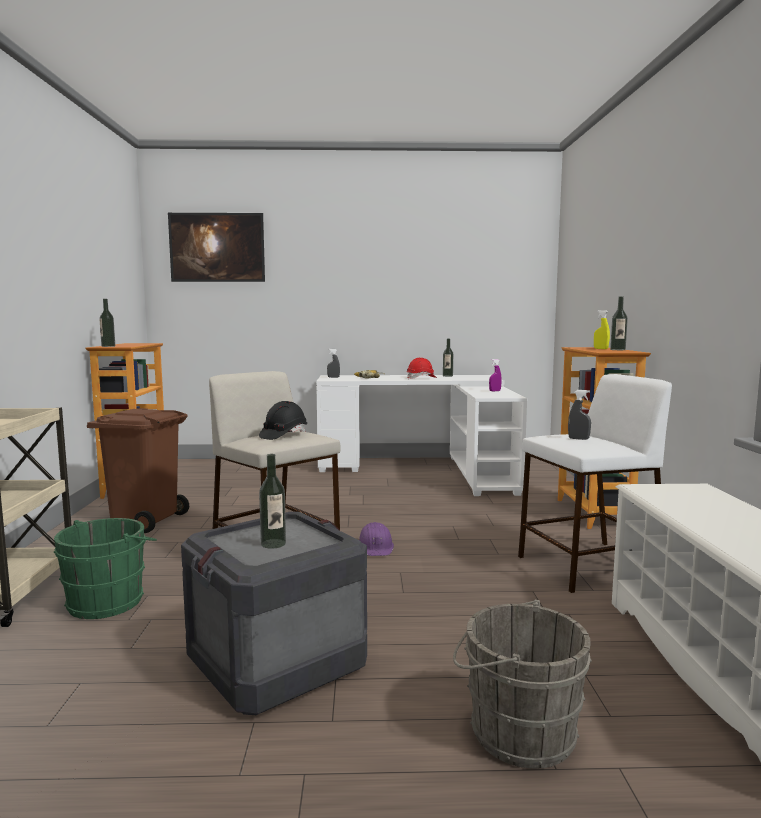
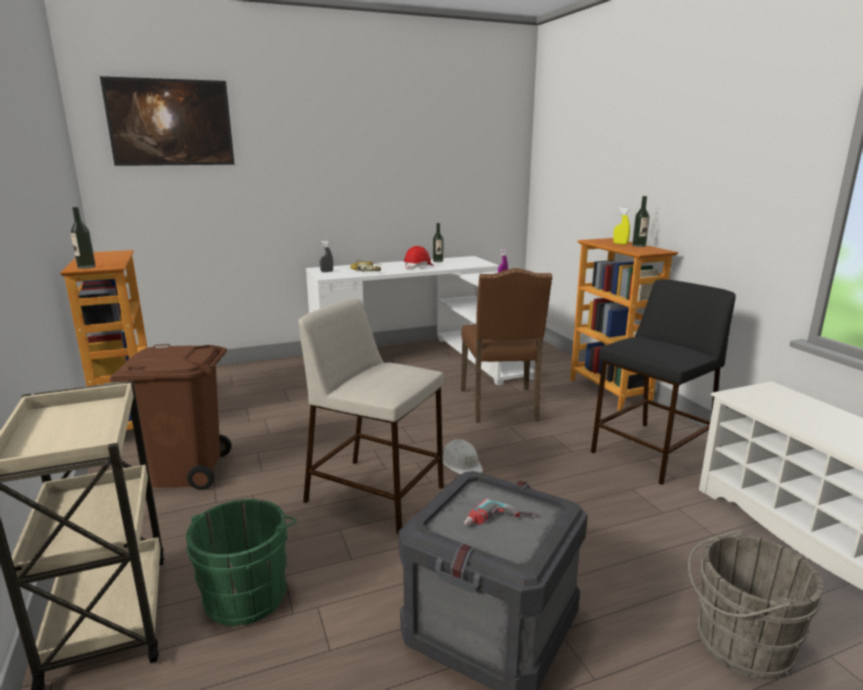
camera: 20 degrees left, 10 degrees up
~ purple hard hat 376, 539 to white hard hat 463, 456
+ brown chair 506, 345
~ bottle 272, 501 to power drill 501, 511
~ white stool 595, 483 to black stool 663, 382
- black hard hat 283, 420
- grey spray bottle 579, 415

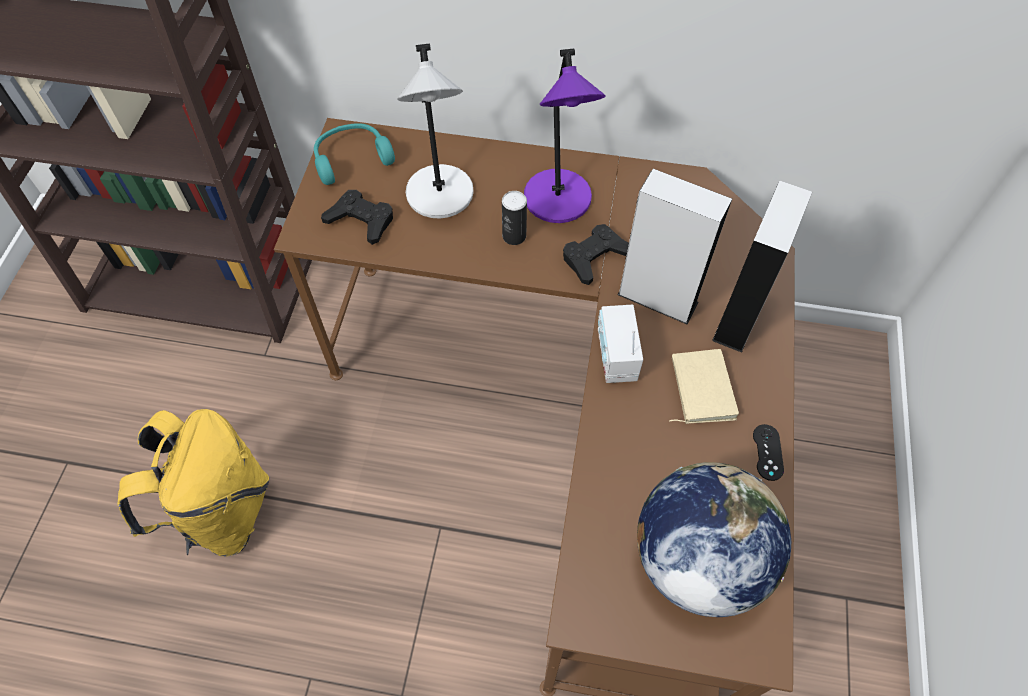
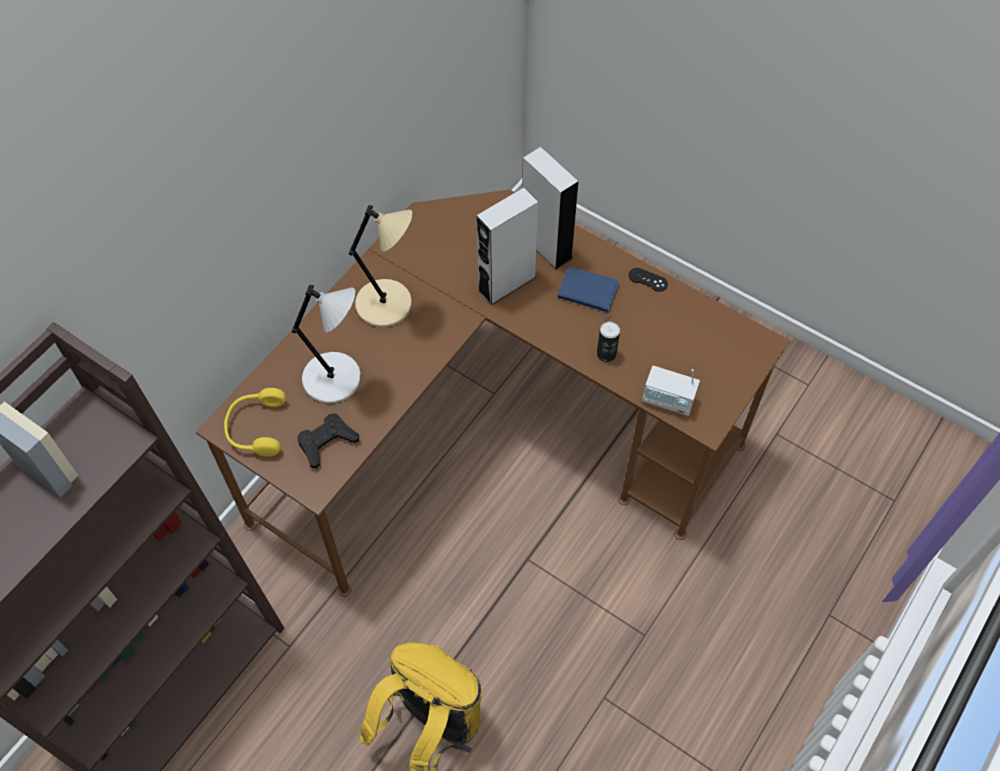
camera: 65 degrees left, 0 degrees up
~ turquoise headphones 354, 154 to yellow headphones 255, 422
~ purple table lamp 565, 136 to beige table lamp 380, 266
~ beige book 704, 386 to blue book 588, 293
~ can 514, 218 to 608, 341
~ radio 620, 344 to 671, 391
- black game controller 596, 254
- globe 714, 539

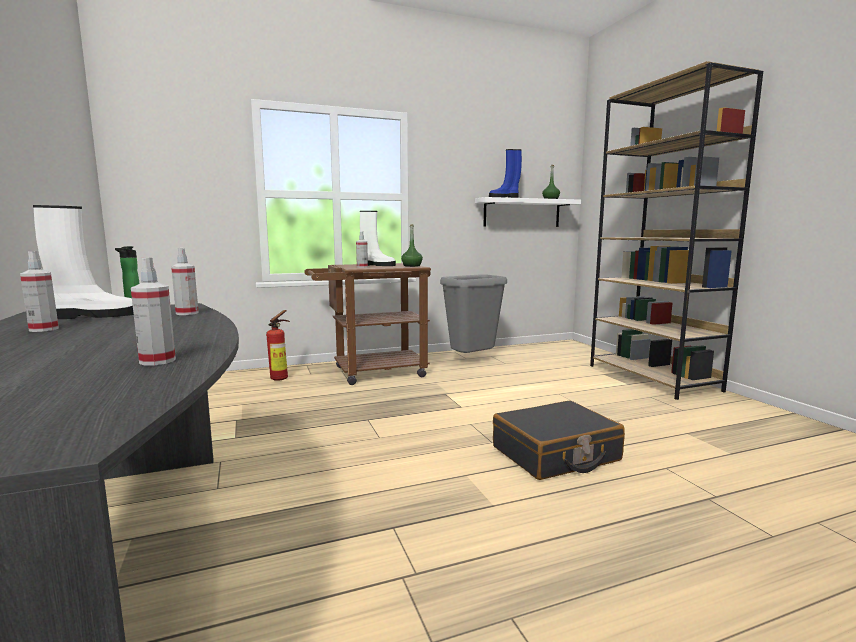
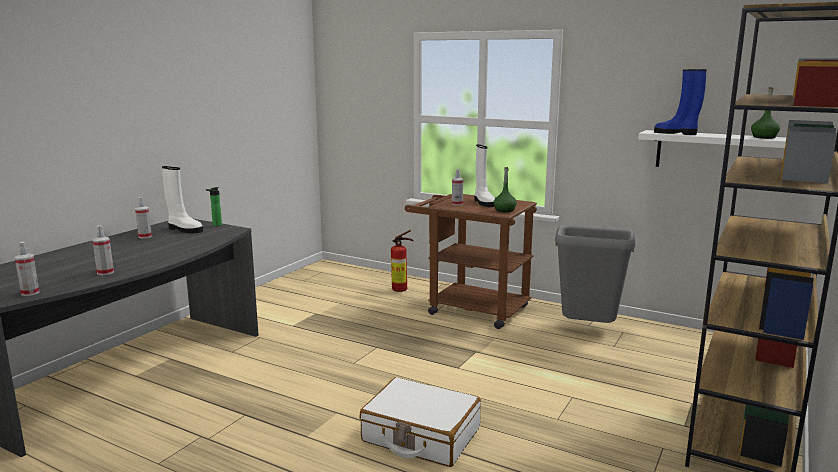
camera: 50 degrees right, 5 degrees up
~ spray bottle 185, 281 to 27, 268
~ black suitcase 559, 440 to white suitcase 420, 422

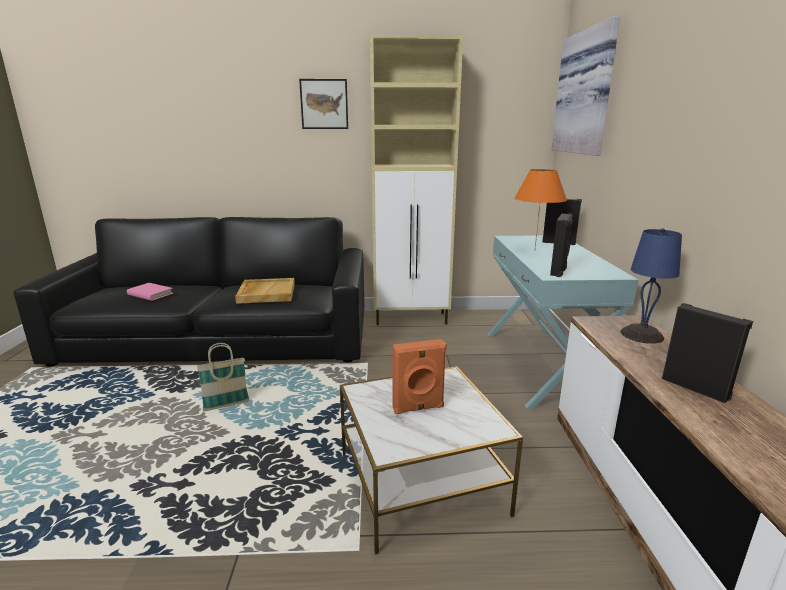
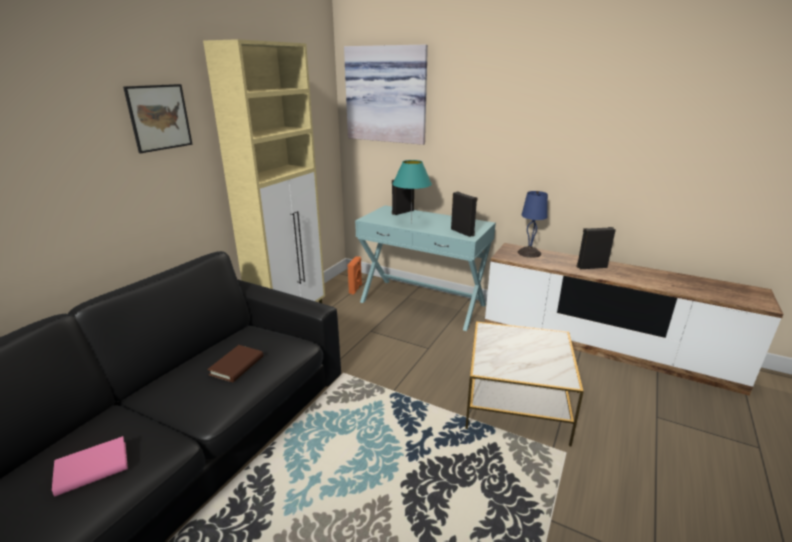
camera: 60 degrees left, 5 degrees up
~ beige tray 265, 291 to brown book 235, 363
~ orange speaker 420, 376 to 355, 275
~ orange table lamp 540, 208 to turquoise table lamp 412, 191
- basket 223, 377

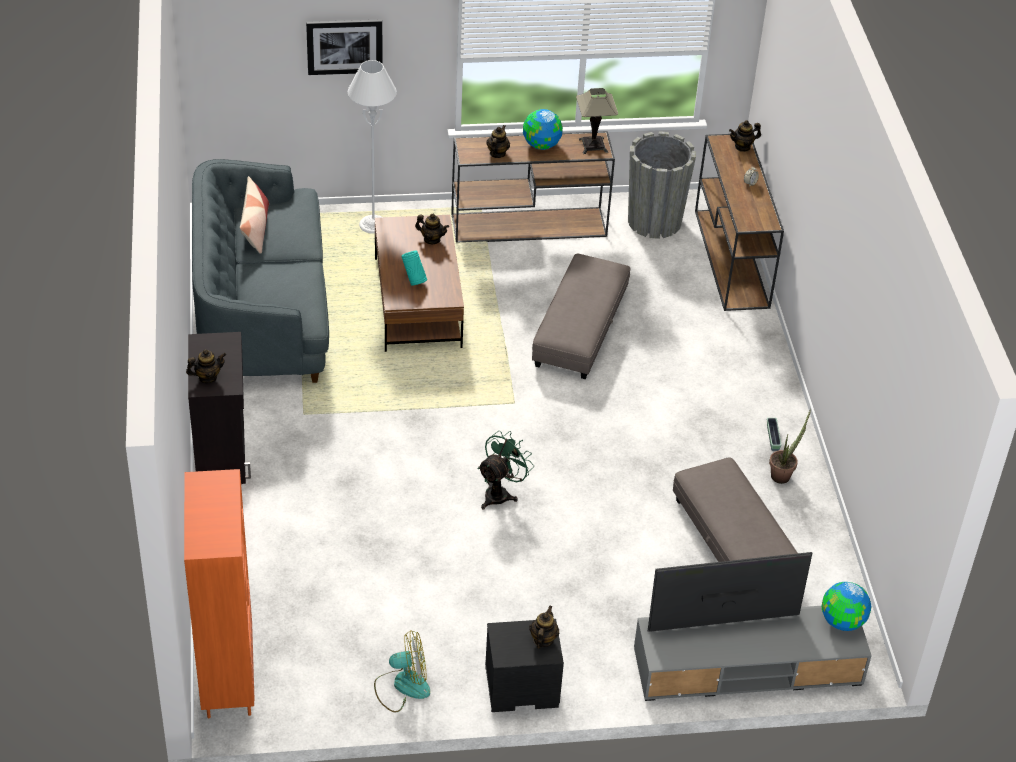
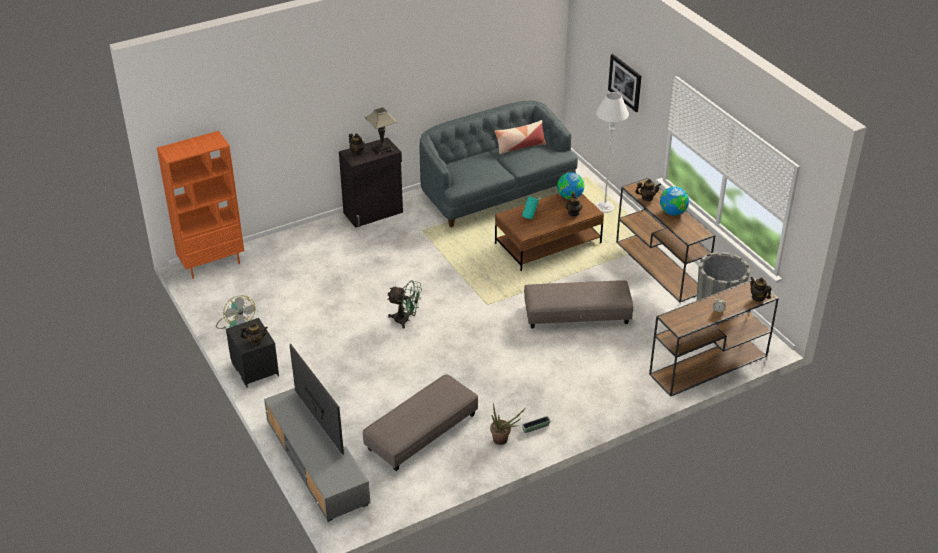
camera: 70 degrees right, 5 degrees down
~ table lamp 597, 121 to 381, 131
~ globe 846, 606 to 570, 186

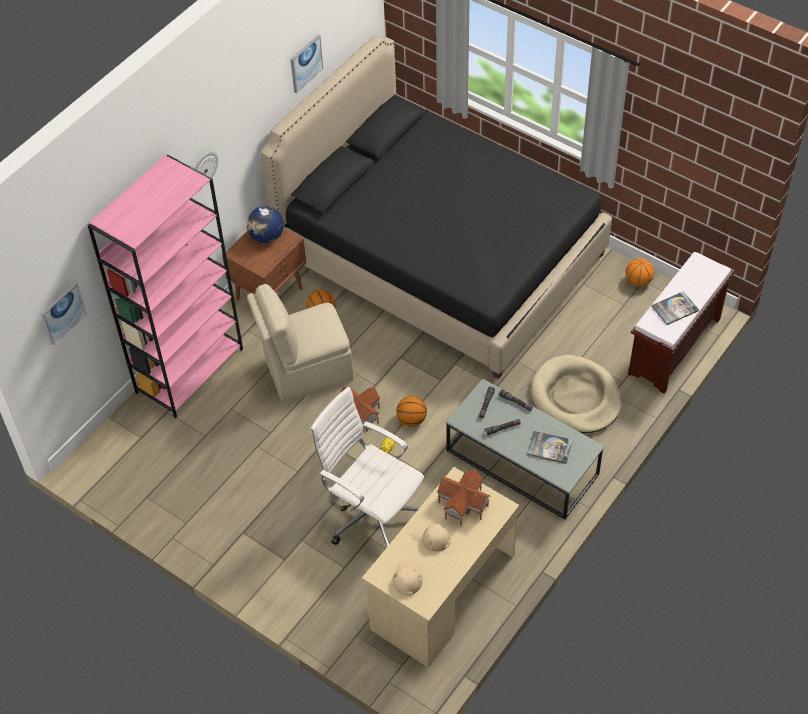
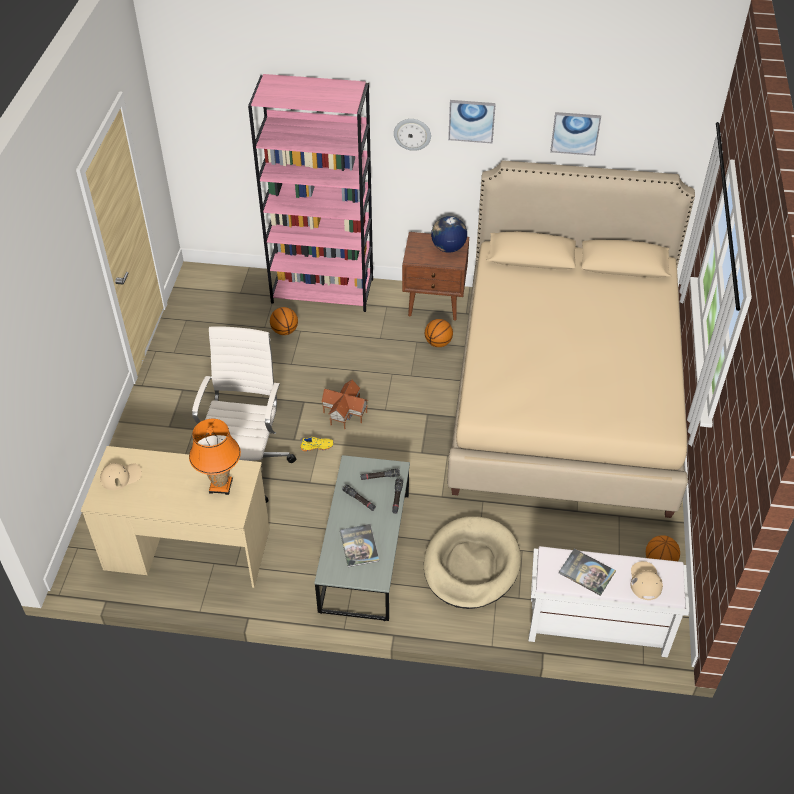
camera: 60 degrees right, 5 degrees down
~ toy house 463, 497 to orange table lamp 215, 457
~ basketball 411, 411 to 284, 321
~ black bed 436, 207 to beige bed 571, 339
~ picture 64, 314 to 472, 121
~ brown bench 681, 323 to white bench 609, 602
~ beige cap 431, 537 to 647, 580
- beige chair 300, 343

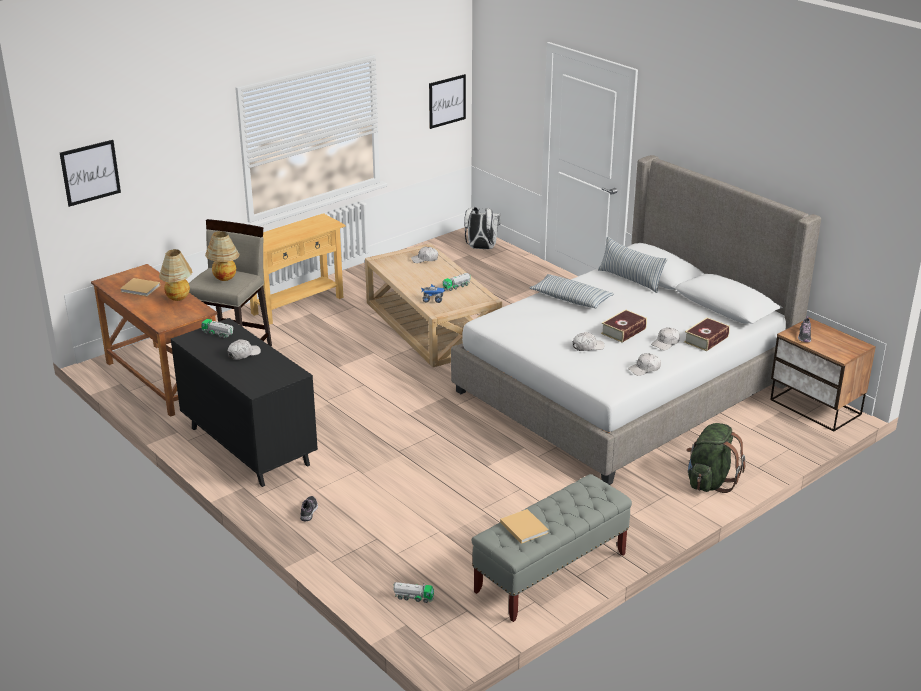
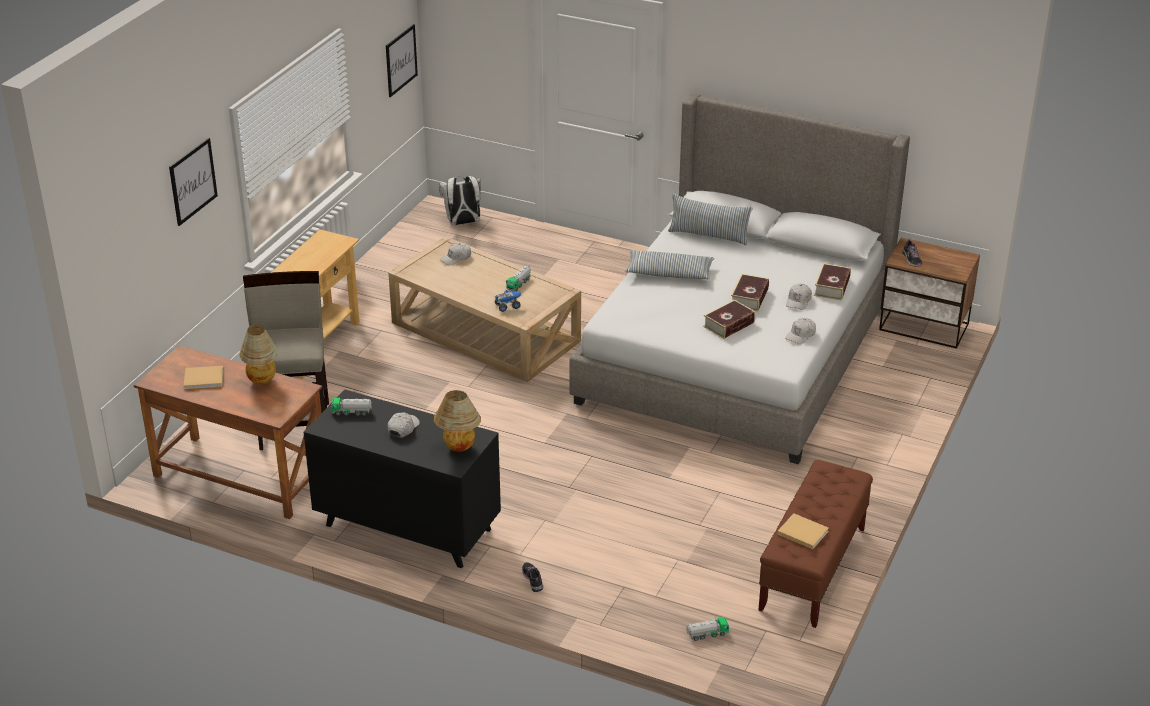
camera: 25 degrees left, 5 degrees up
~ picture 90, 173 to 193, 182
~ table lamp 222, 256 to 457, 421
~ white cap 588, 341 to book 729, 319
~ grey bench 552, 548 to brown bench 815, 544
- green backpack 715, 458

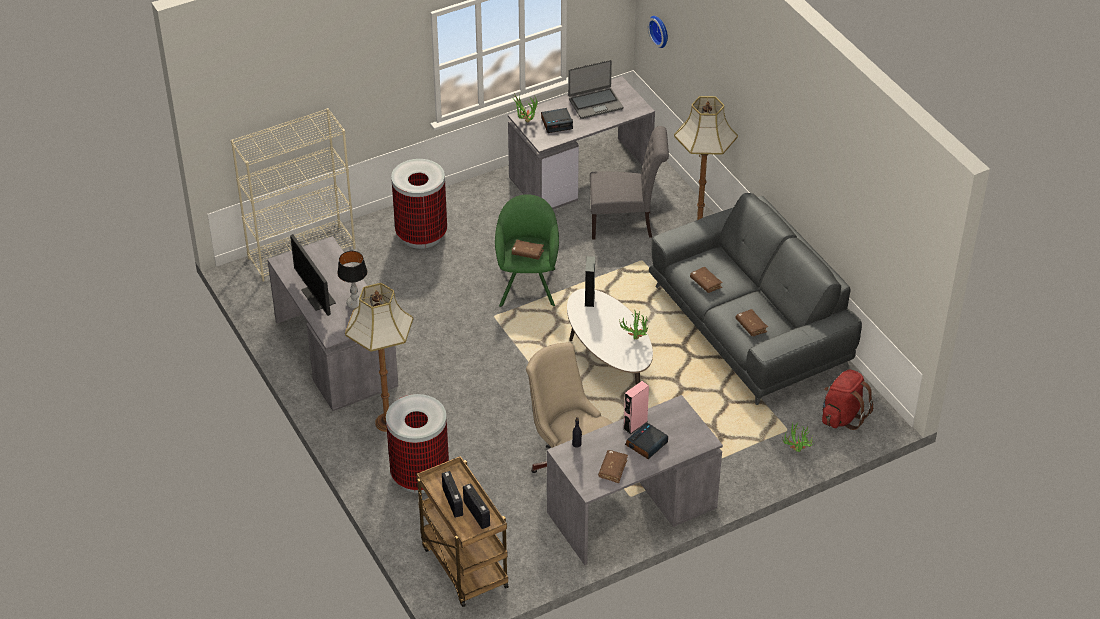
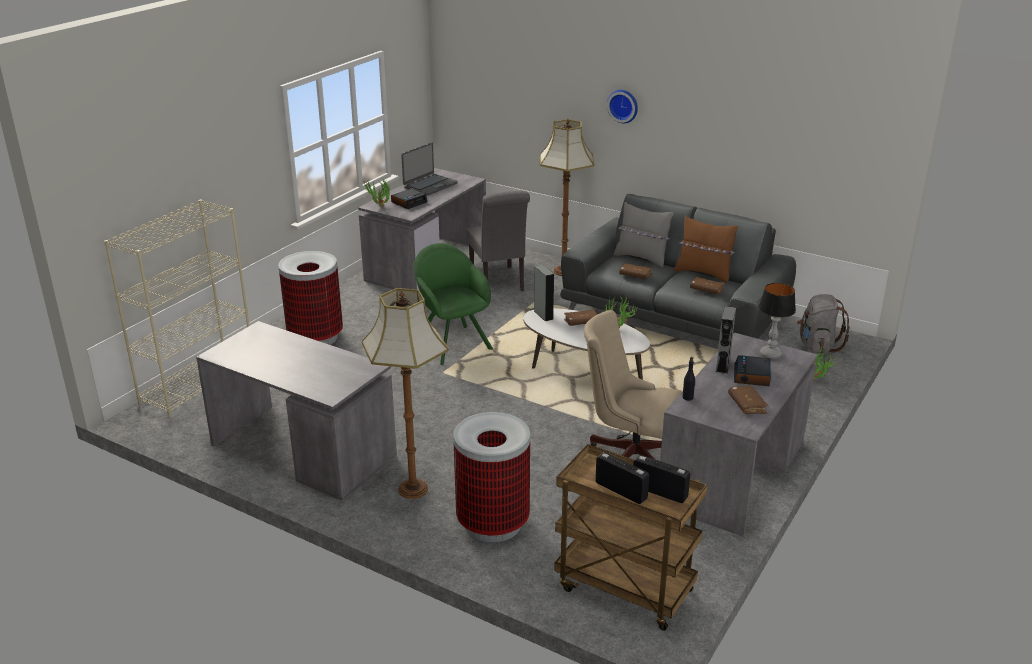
camera: 30 degrees left, 15 degrees down
~ grey chair 629, 183 = 498, 241 105 degrees clockwise
~ brown book 528, 250 to 580, 317
~ wall clock 658, 32 to 622, 106
+ grey pillow 643, 235
+ brown pillow 706, 249
~ pink speaker 636, 407 to grey speaker 726, 340
~ table lamp 352, 280 to 777, 321
~ red backpack 848, 399 to grey backpack 823, 324
- monitor 313, 275

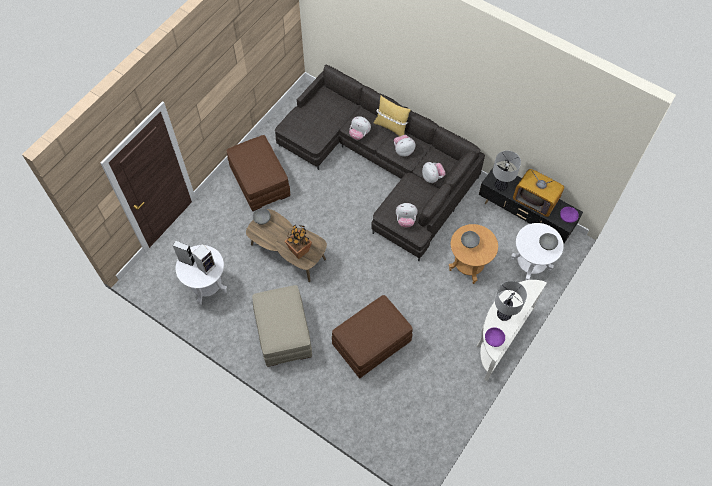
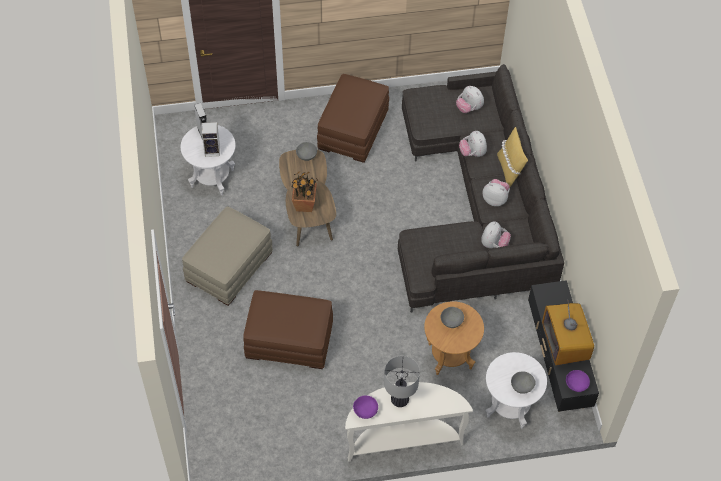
camera: 45 degrees right, 5 degrees down
~ plush toy 407, 215 to 470, 99
- table lamp 507, 171

